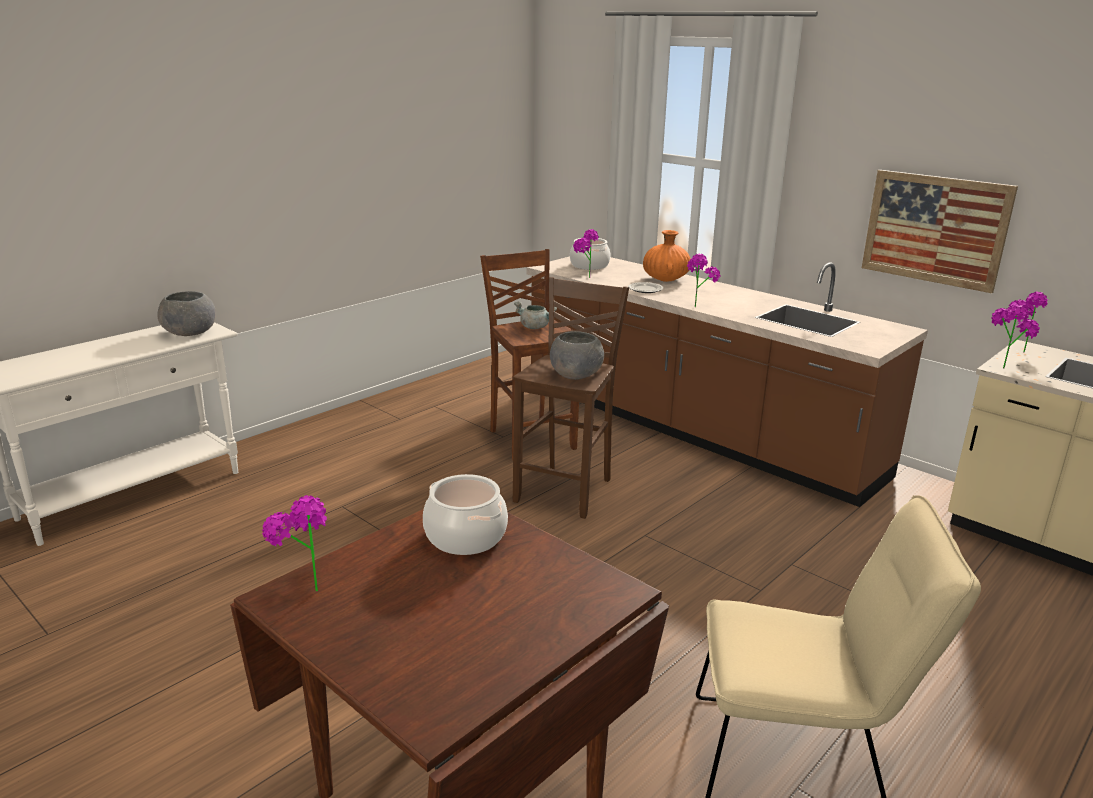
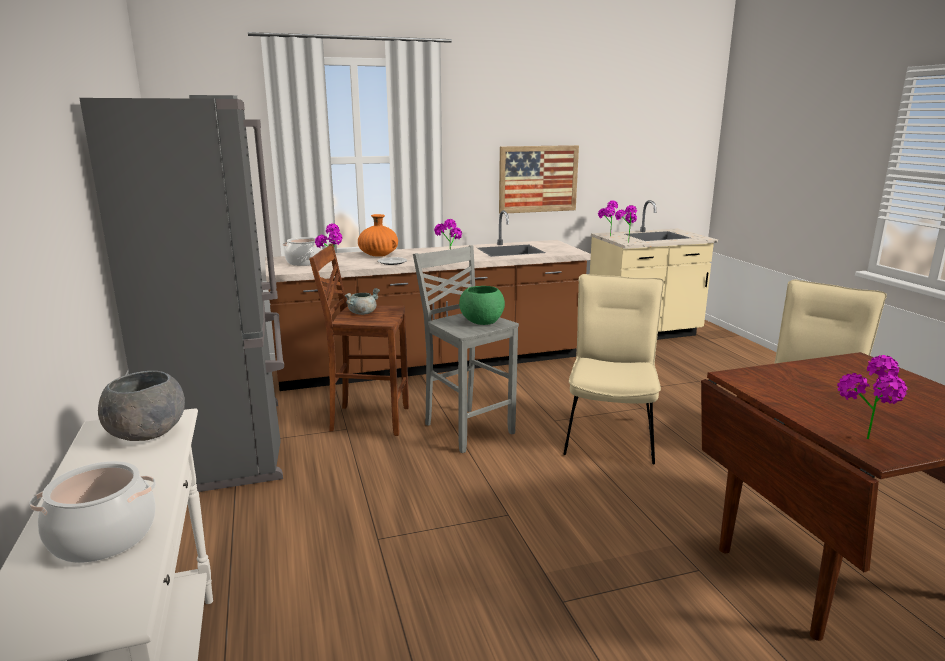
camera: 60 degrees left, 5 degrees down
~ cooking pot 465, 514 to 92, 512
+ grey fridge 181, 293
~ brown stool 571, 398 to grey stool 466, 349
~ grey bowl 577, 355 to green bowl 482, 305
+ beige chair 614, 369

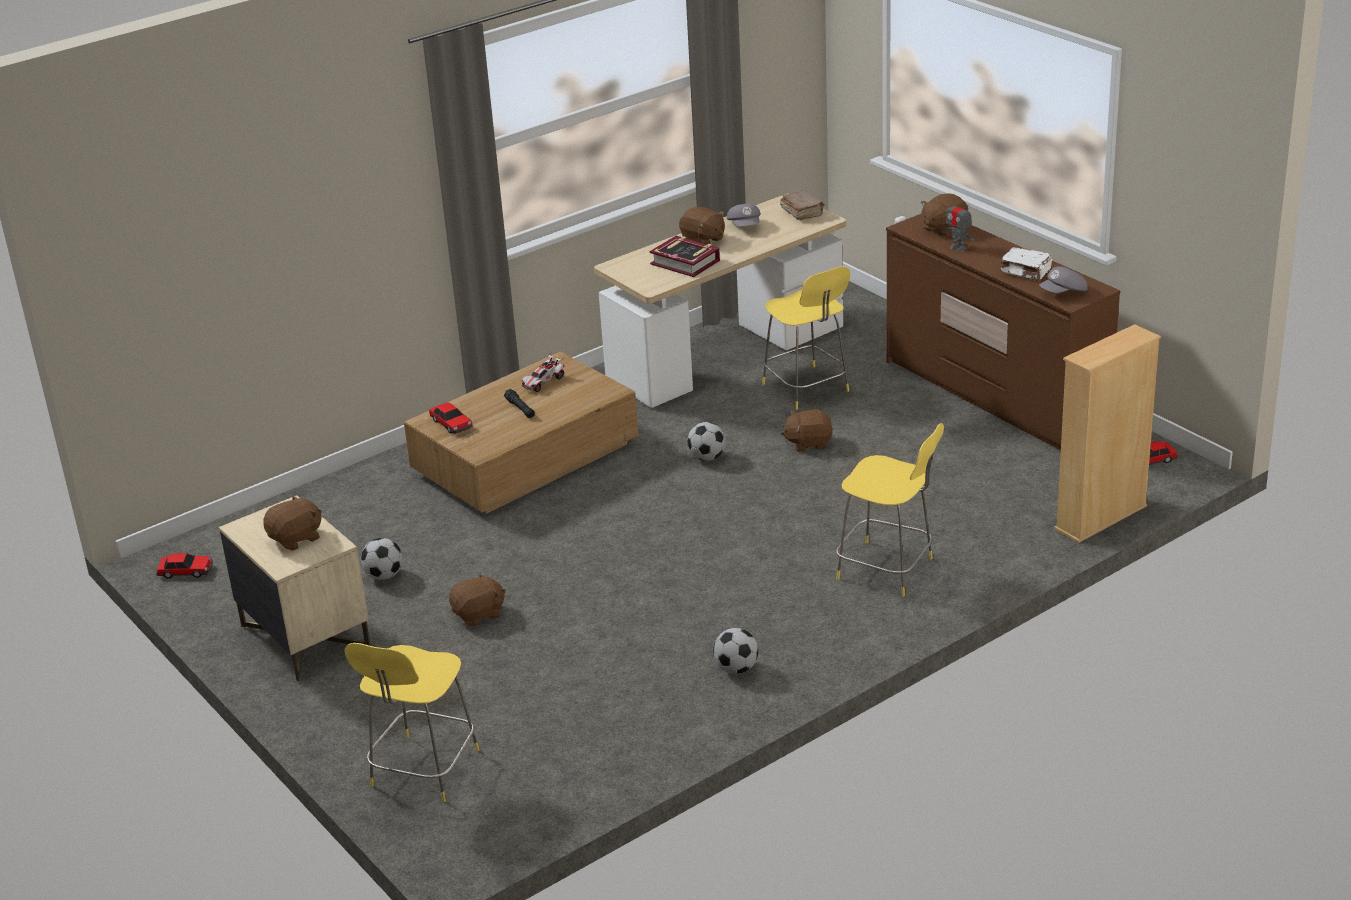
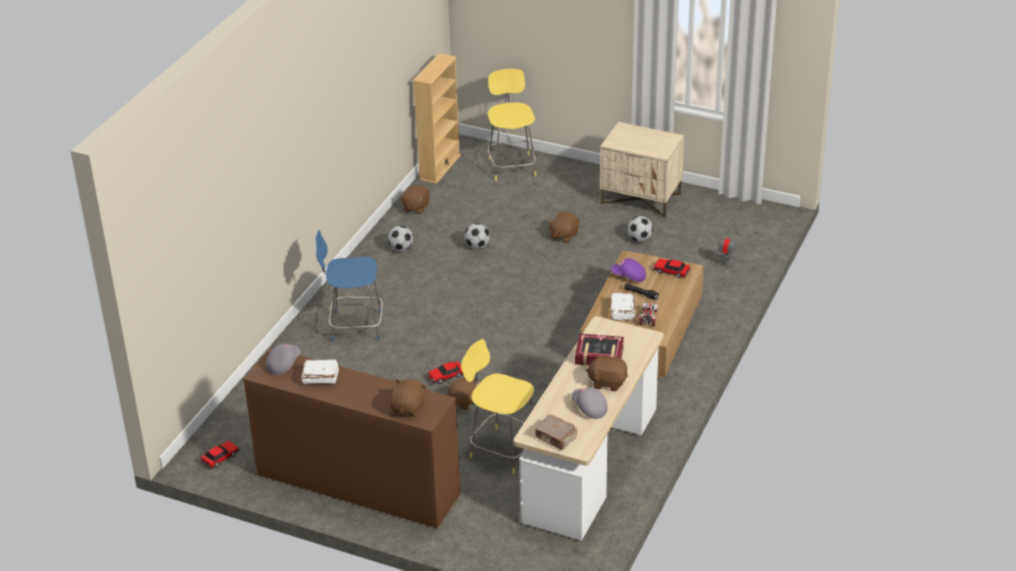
camera: 150 degrees right, 5 degrees up
~ yellow stool 890, 510 to blue stool 349, 285
~ brown plush toy 292, 523 to 415, 199
~ beige bookcase 1107, 433 to 437, 118
~ toy car 184, 566 to 445, 372
~ football 706, 441 to 477, 236
+ white book 622, 307
+ purple cap 628, 270
~ toy robot 959, 224 to 726, 251

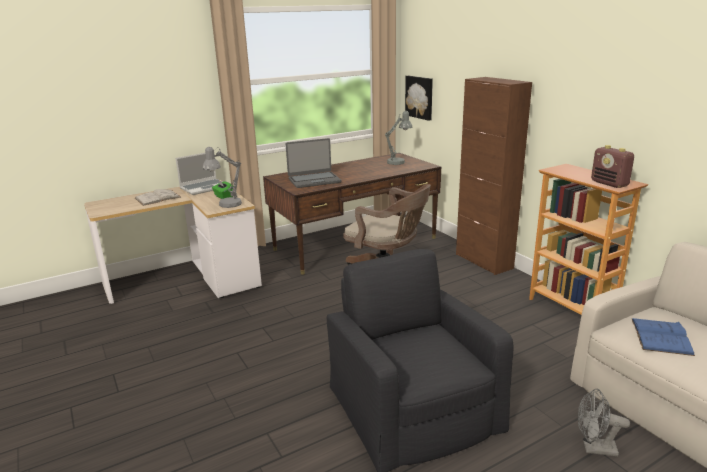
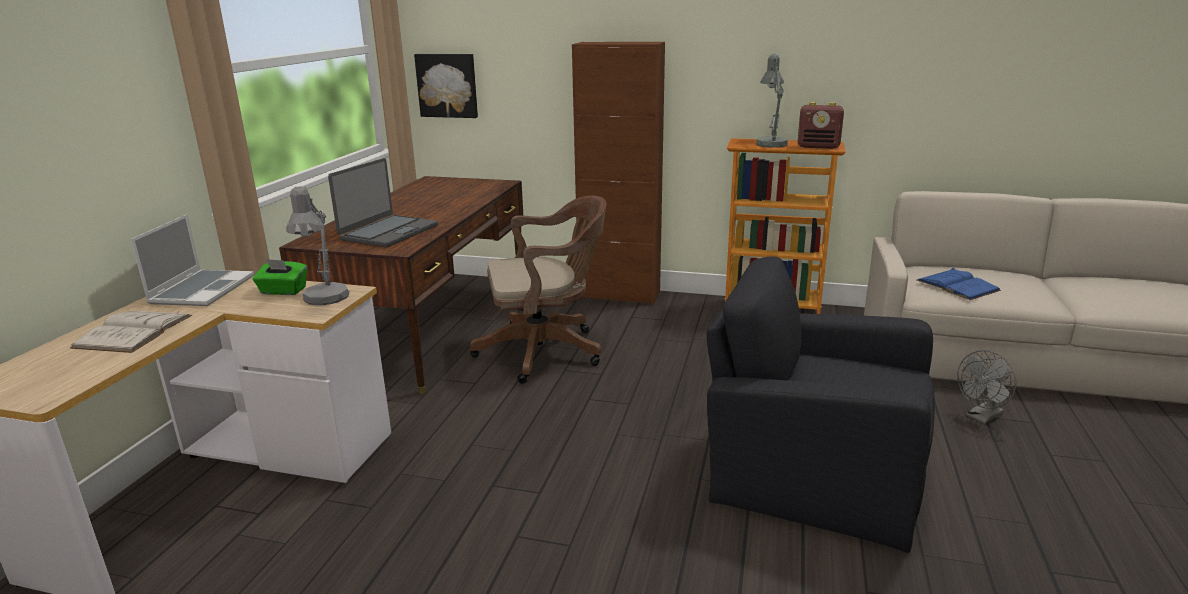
camera: 45 degrees left, 0 degrees up
~ grey table lamp 398, 138 to 772, 101

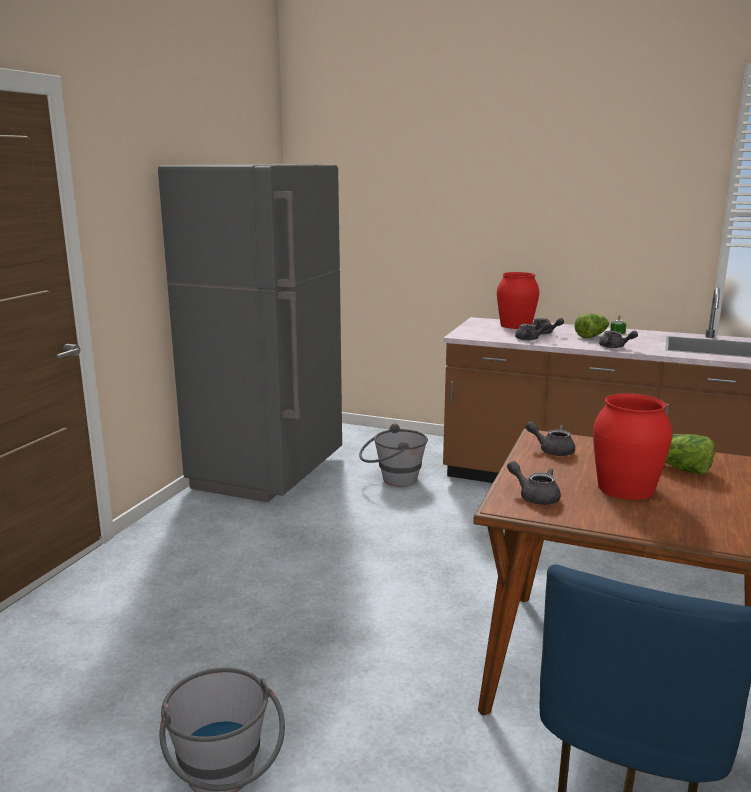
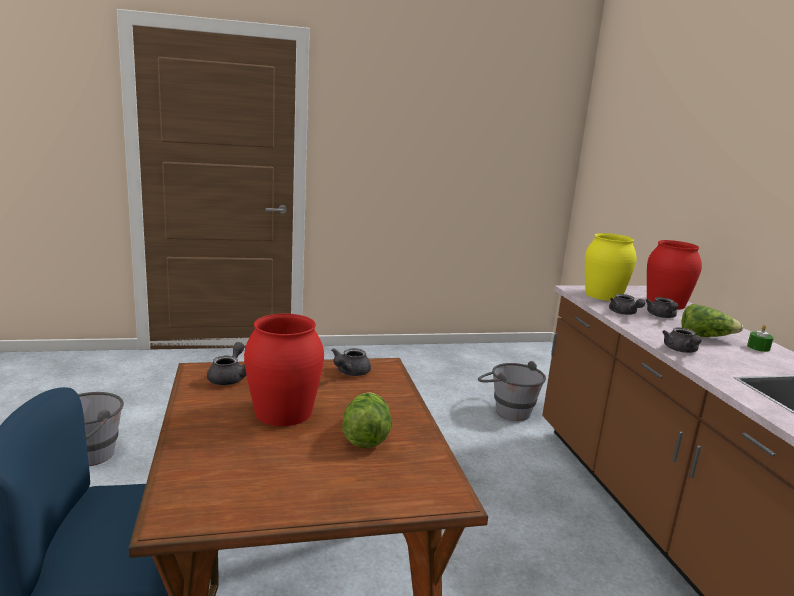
camera: 55 degrees right, 0 degrees up
~ grey teapot 550, 438 = 351, 362 150 degrees counterclockwise
+ yellow vase 611, 267
- grey fridge 250, 333

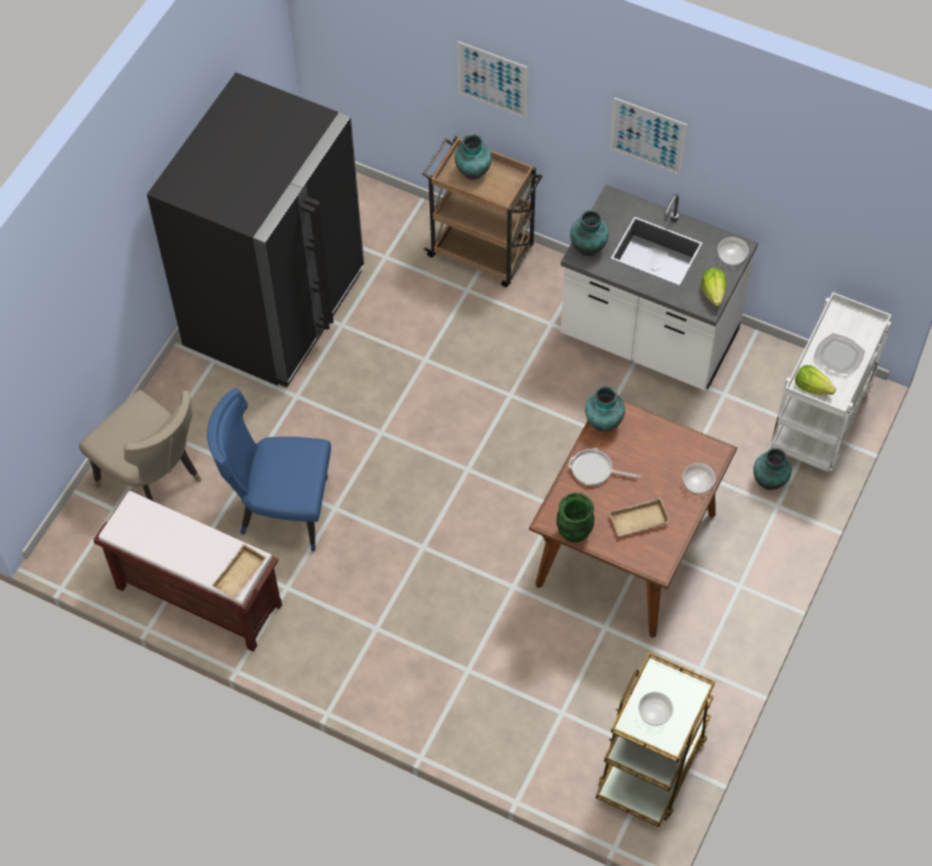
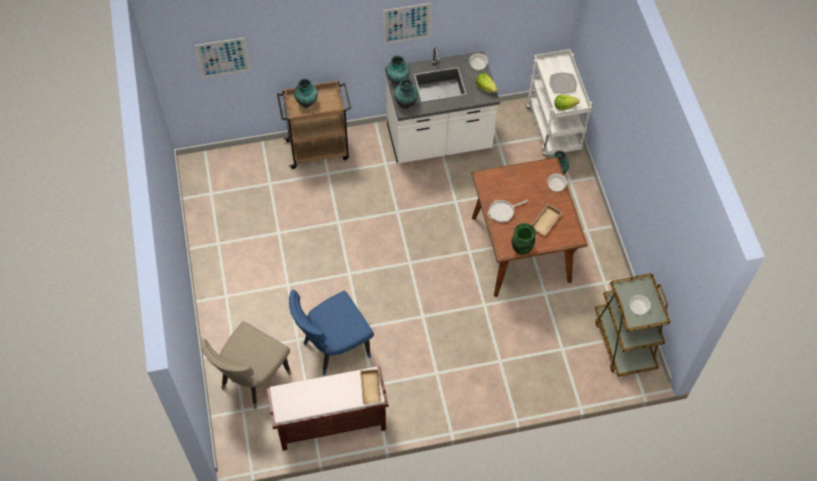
camera: 40 degrees left, 0 degrees up
~ picture 493, 80 to 222, 57
~ beige chair 140, 445 = 245, 365 120 degrees clockwise
~ vase 605, 409 to 398, 70
- black fridge 255, 230

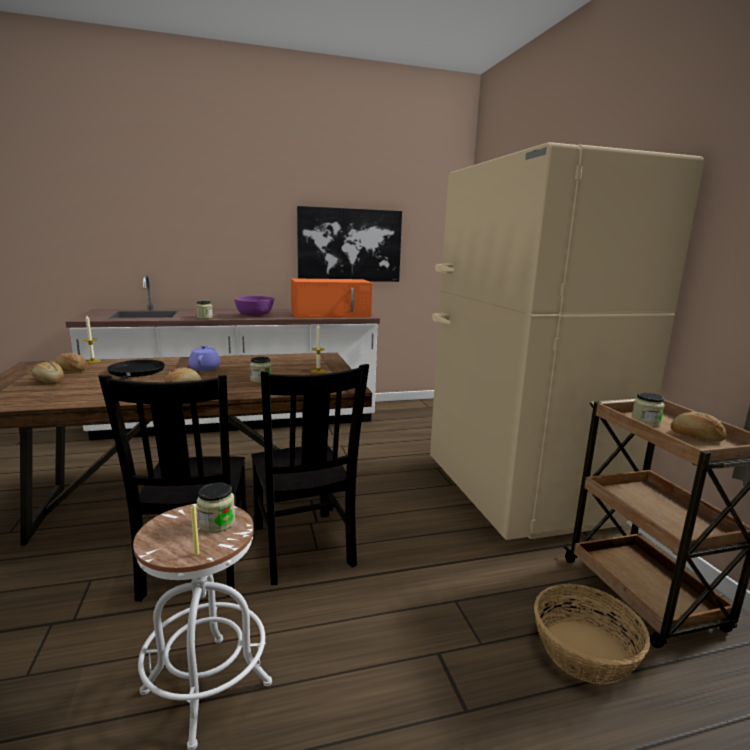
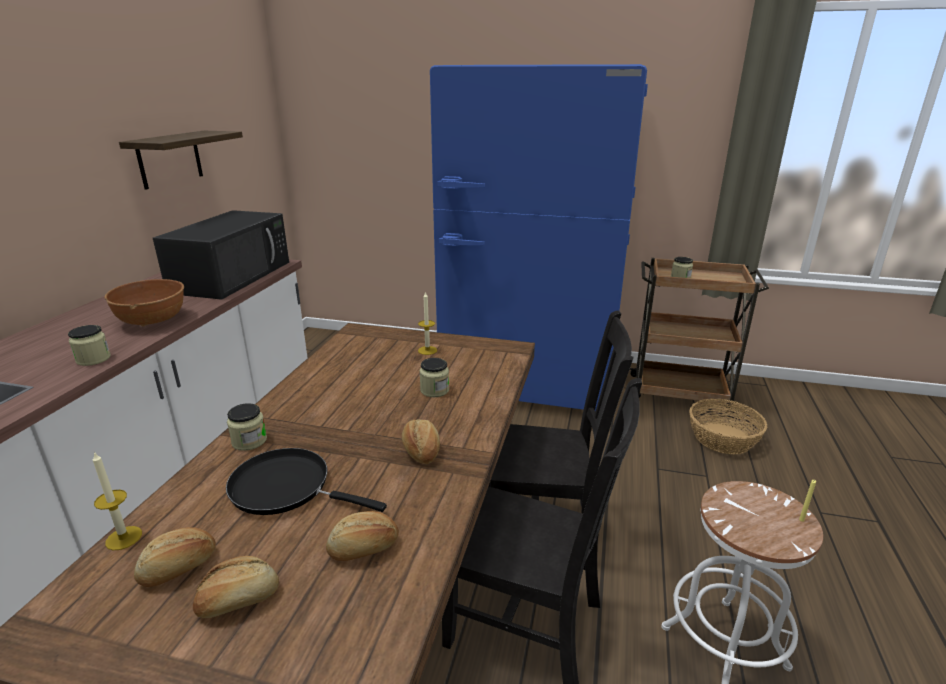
camera: 60 degrees left, 10 degrees up
~ purple bowl 254, 306 to brown bowl 144, 303
~ picture 349, 244 to shelf 181, 160
~ orange microwave 331, 298 to black microwave 221, 255
~ jar 216, 507 to 247, 427
~ bread 699, 426 to 362, 536
~ beige fridge 567, 341 to blue fridge 539, 237
- purple teapot 204, 358

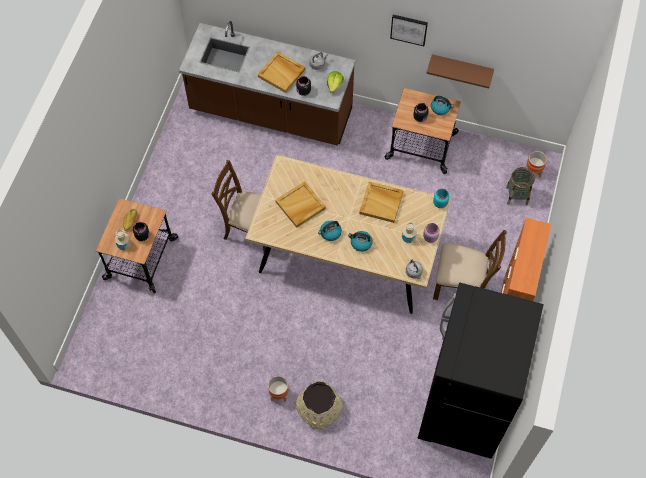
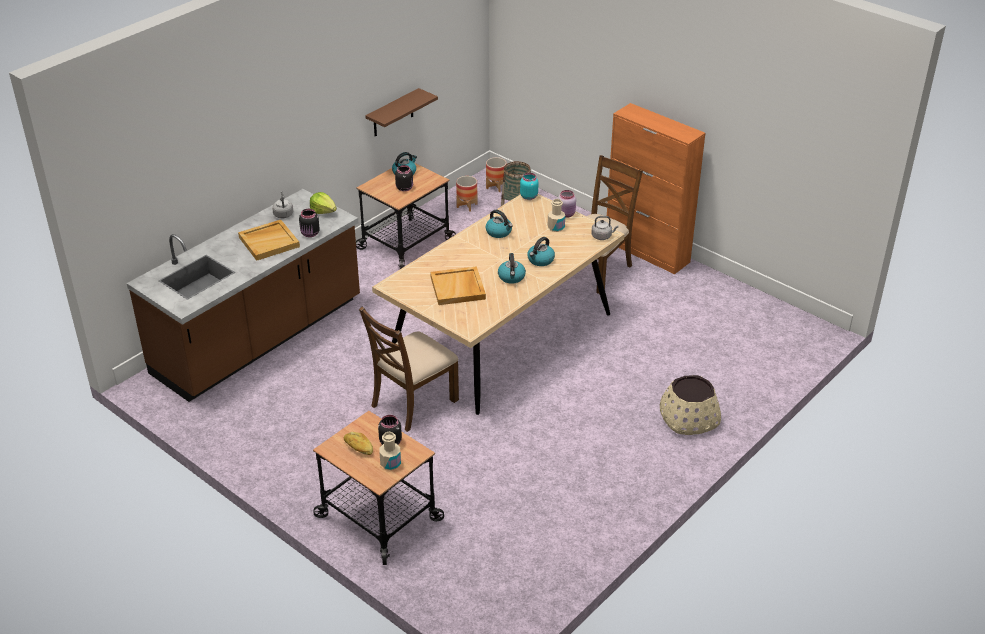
camera: 65 degrees left, 25 degrees down
~ planter 278, 389 to 467, 194
~ beige tray 381, 202 to kettle 499, 224
- picture 409, 30
- black fridge 481, 371

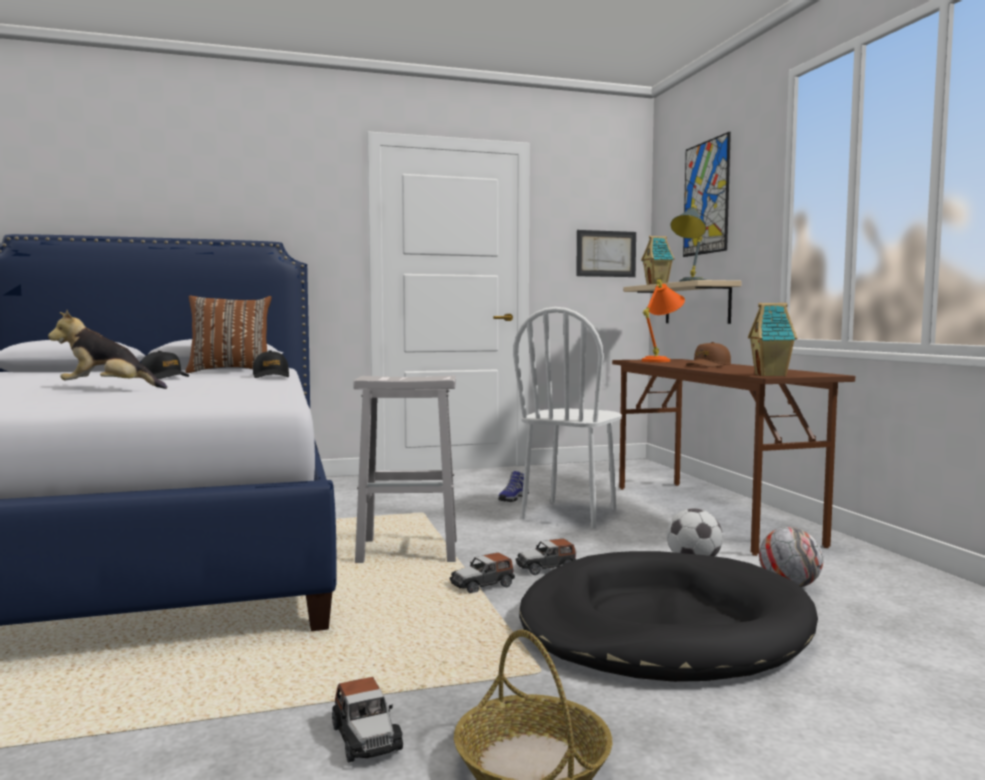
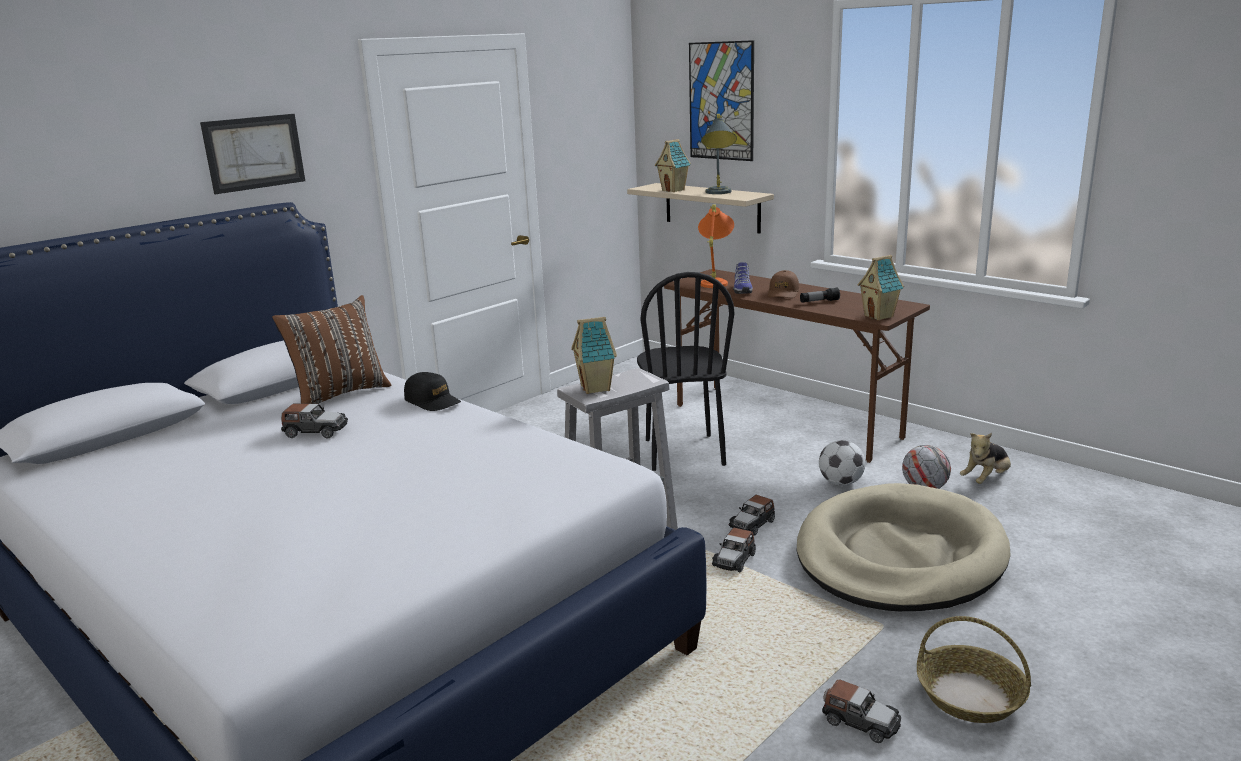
camera: 30 degrees left, 15 degrees up
~ picture 606, 253 to 252, 154
~ black cap 165, 365 to toy car 314, 421
+ toy house 594, 355
~ white chair 567, 417 to black chair 686, 371
~ shoe 513, 486 to 743, 278
~ black dog bed 668, 616 to beige dog bed 904, 547
+ flashlight 820, 295
~ plush toy 107, 349 to 985, 458

